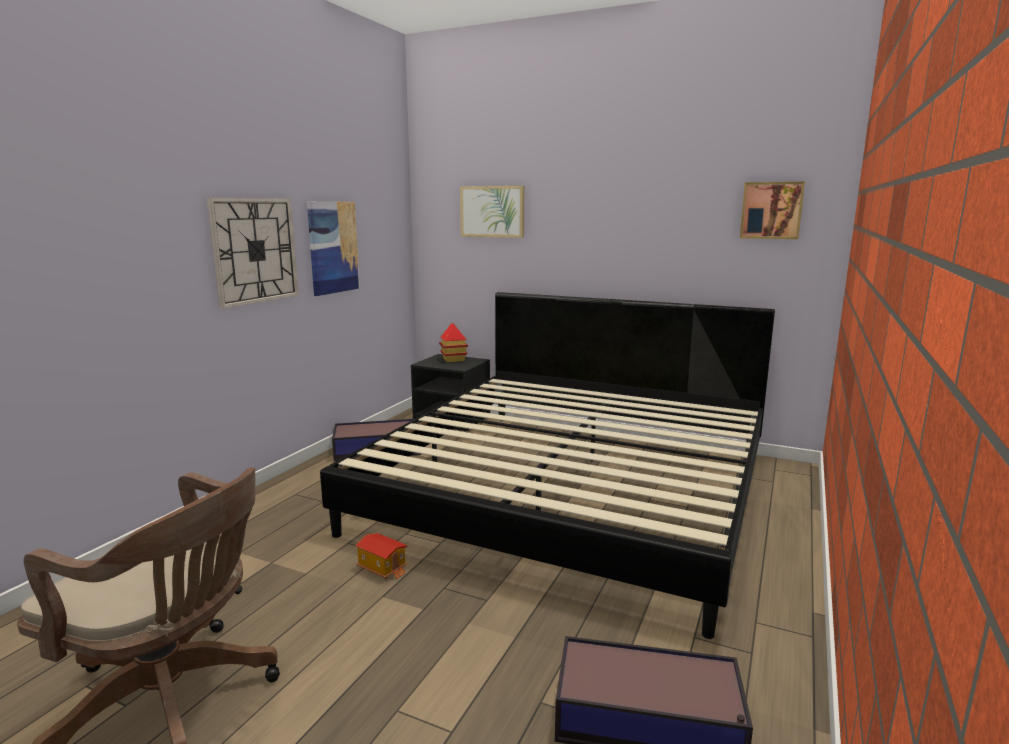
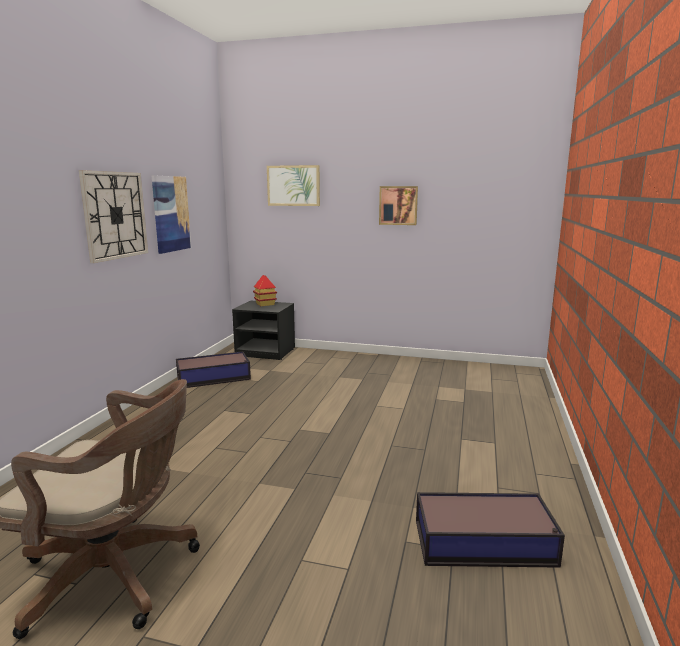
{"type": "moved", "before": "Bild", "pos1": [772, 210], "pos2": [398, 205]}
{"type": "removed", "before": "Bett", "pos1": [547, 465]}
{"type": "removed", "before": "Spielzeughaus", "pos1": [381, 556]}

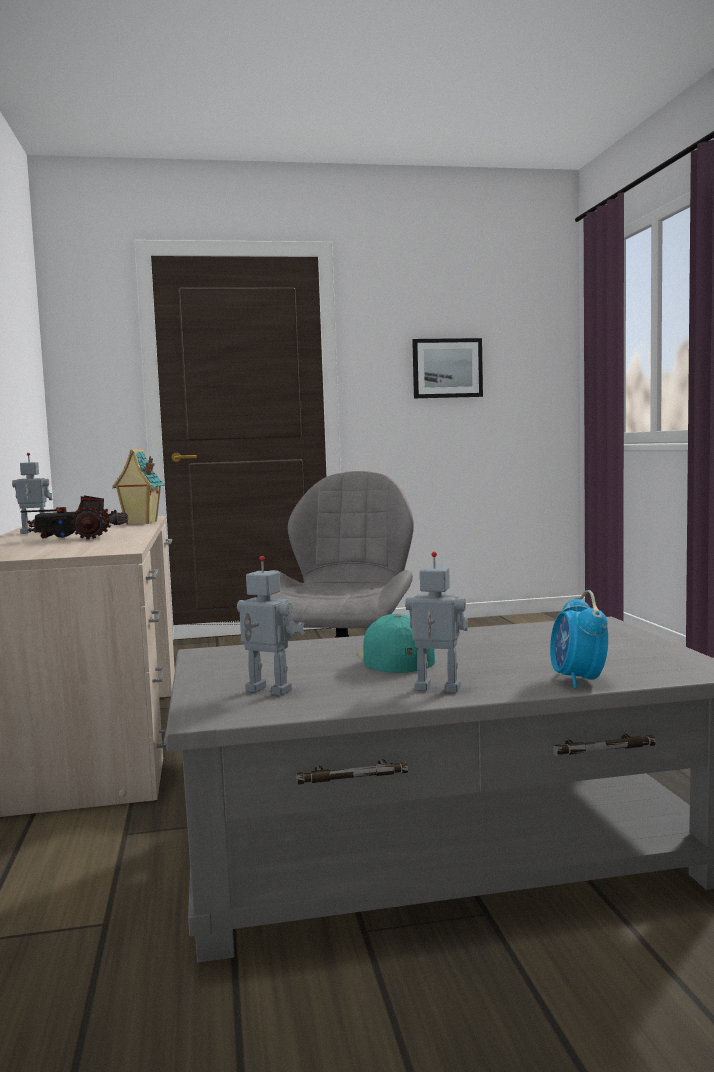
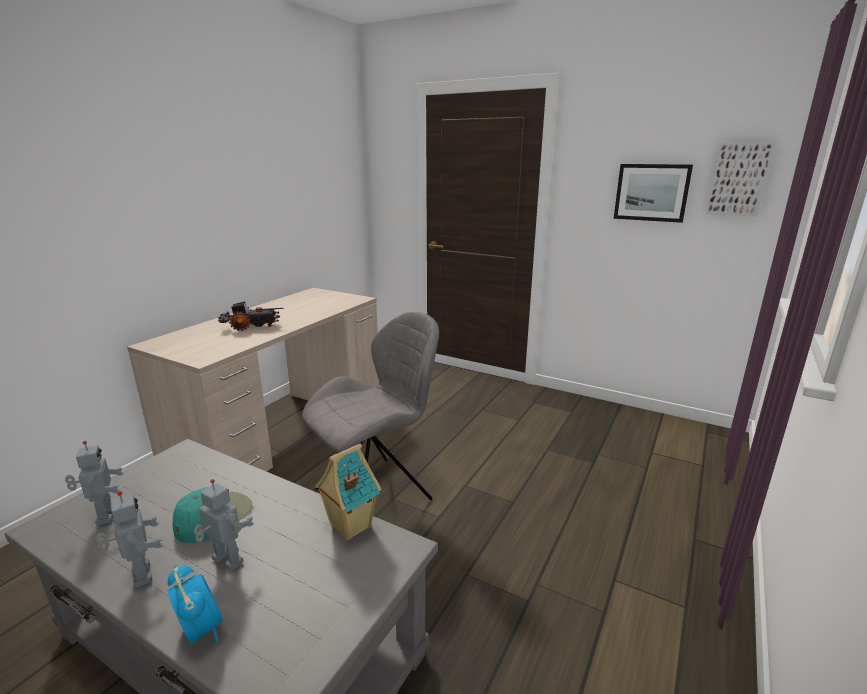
{"type": "turned", "before": "Wecker", "pos1": [579, 639], "pos2": [195, 604], "turn": 105}
{"type": "moved", "before": "Spielzeugroboter", "pos1": [32, 493], "pos2": [224, 525]}
{"type": "turned", "before": "Spielzeuglaster", "pos1": [74, 517], "pos2": [251, 316], "turn": 135}
{"type": "moved", "before": "Spielzeughaus", "pos1": [138, 487], "pos2": [348, 492]}
{"type": "added", "after": "Bild", "pos2": [741, 179]}

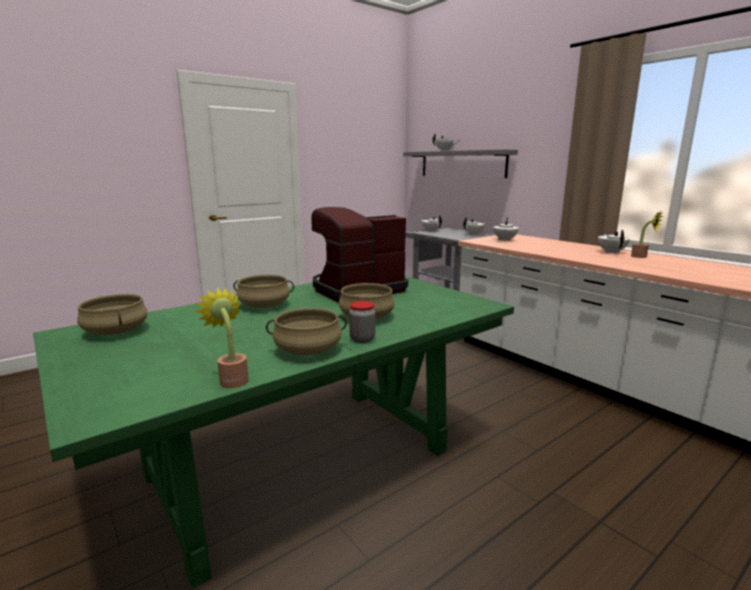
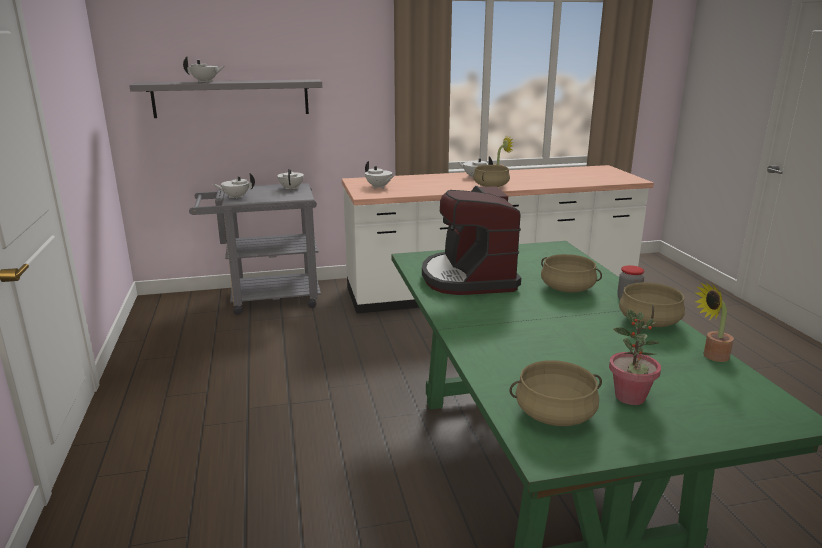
{"type": "moved", "before": "Kochtopf [beige]", "pos1": [263, 291], "pos2": [491, 176]}
{"type": "added", "after": "Topfpflanze", "pos2": [635, 357]}

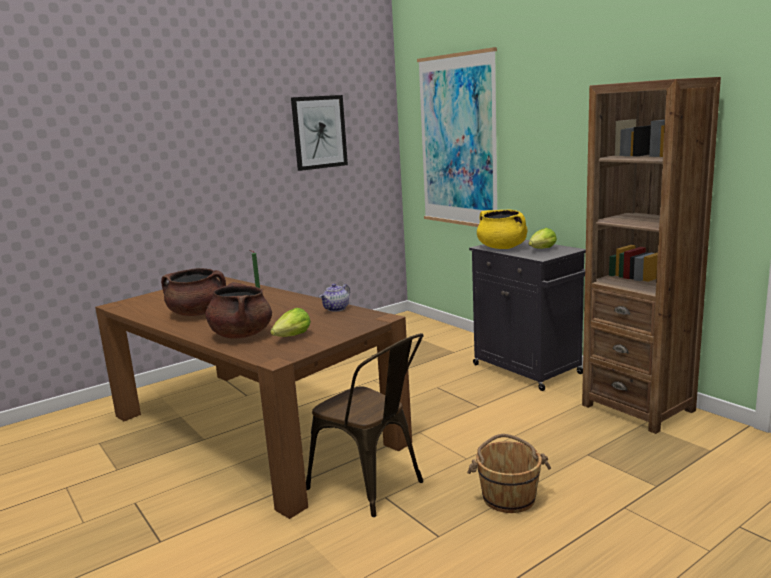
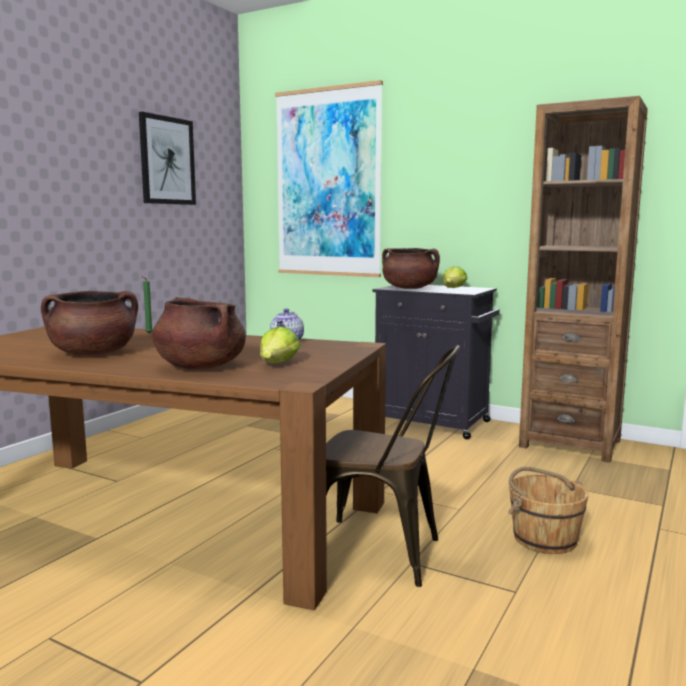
{"type": "recoloured", "before": "Kochtopf [gelb]", "after": "Kochtopf [braun]", "pos1": [502, 229], "pos2": [411, 268]}

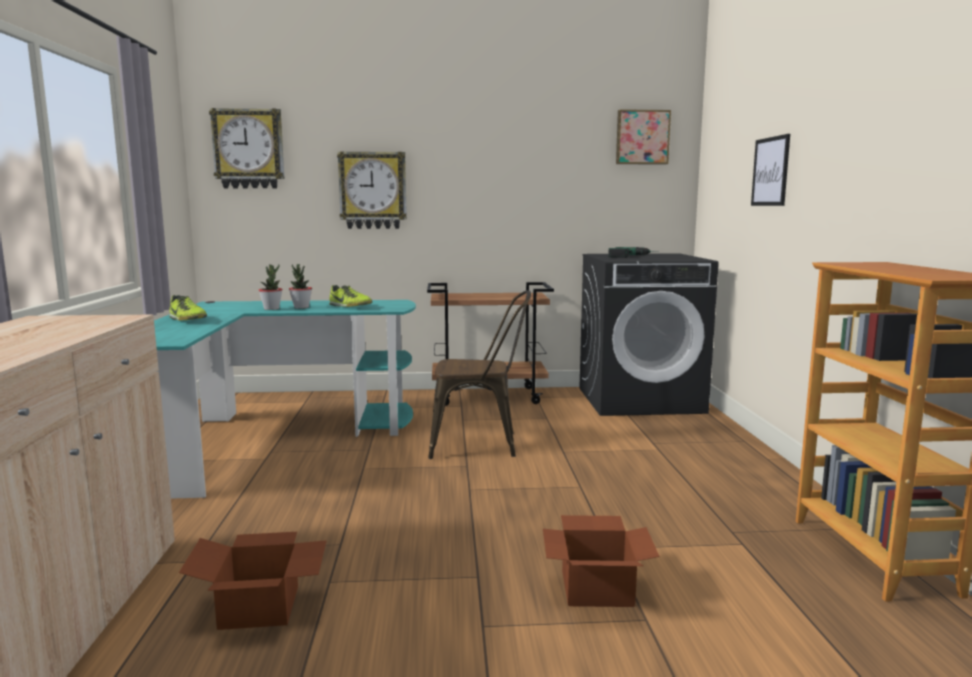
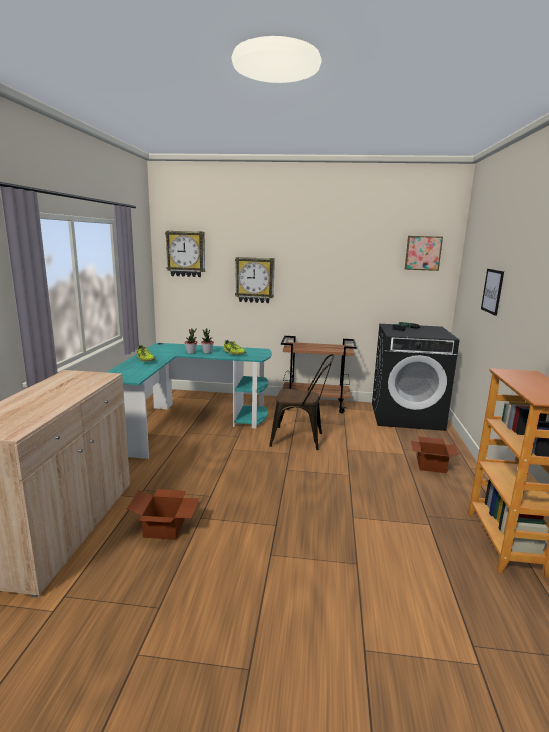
{"type": "moved", "before": "Karton", "pos1": [601, 561], "pos2": [435, 454]}

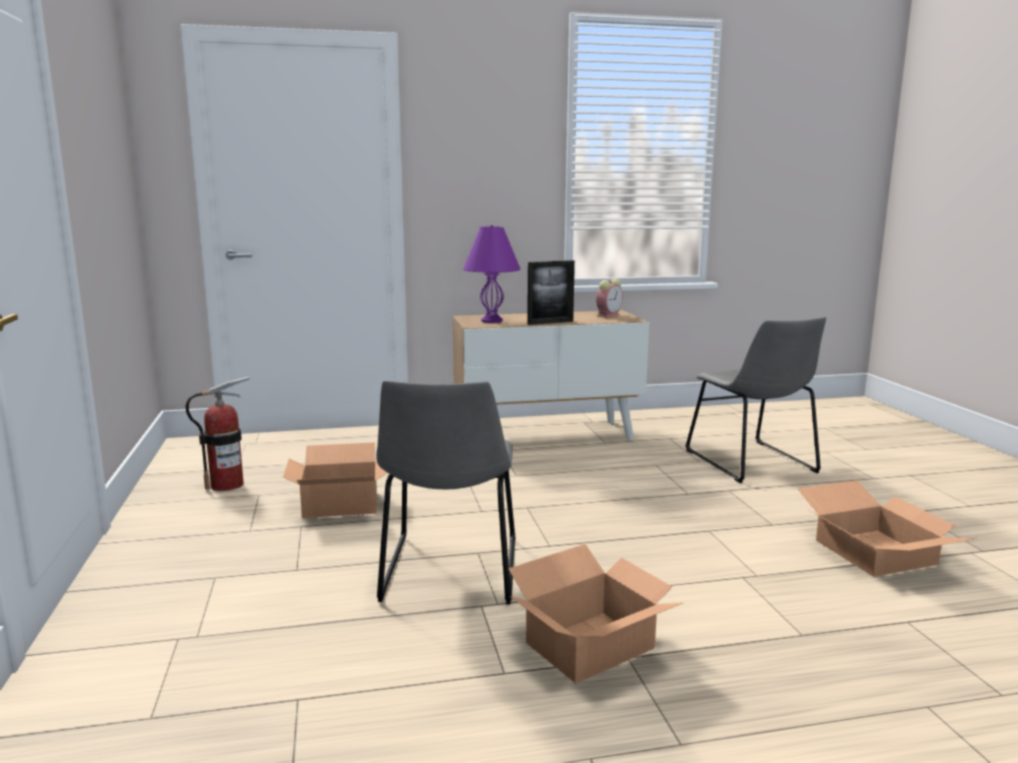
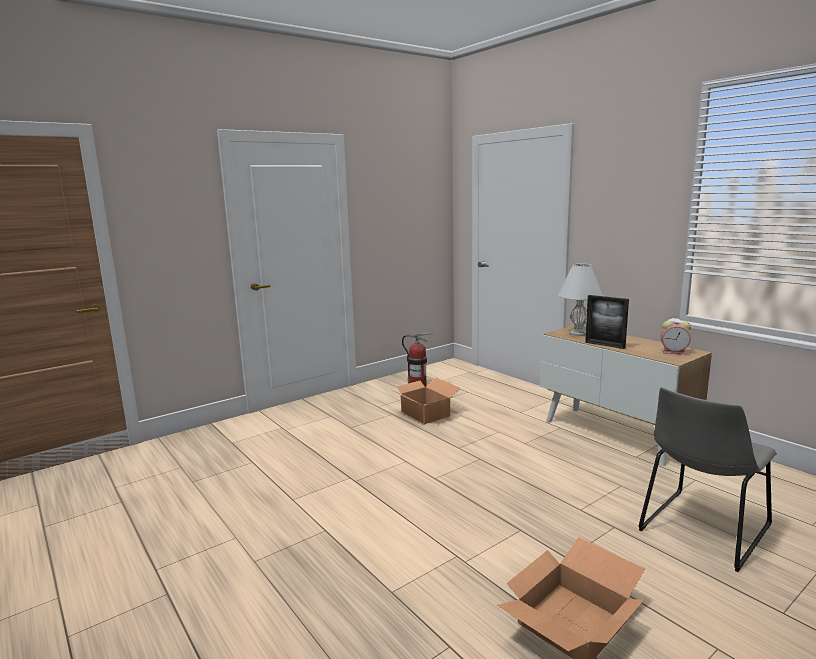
{"type": "recoloured", "before": "Tischlampe [lila]", "after": "Tischlampe [weiß]", "pos1": [492, 274], "pos2": [580, 299]}
{"type": "removed", "before": "Stuhl [grau]", "pos1": [445, 493]}
{"type": "removed", "before": "Karton", "pos1": [595, 613]}

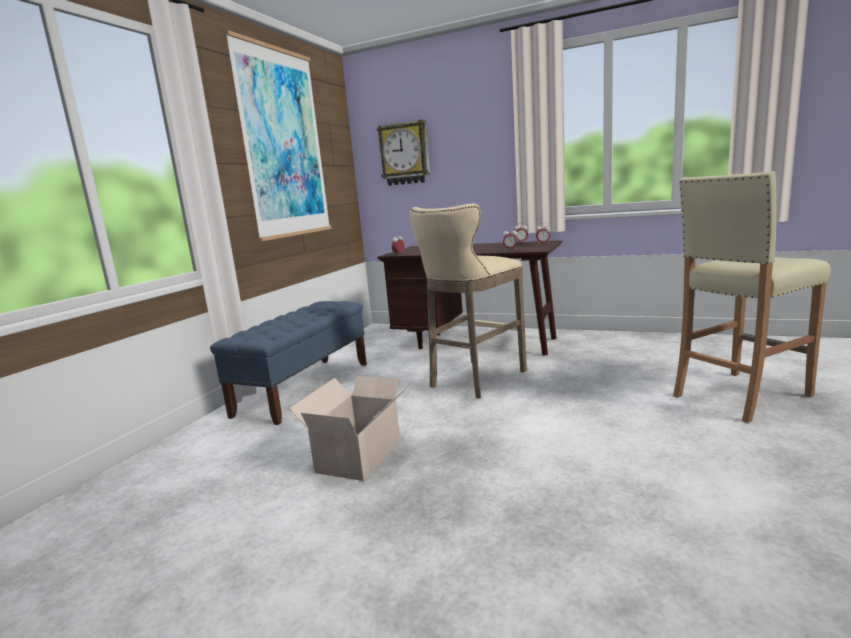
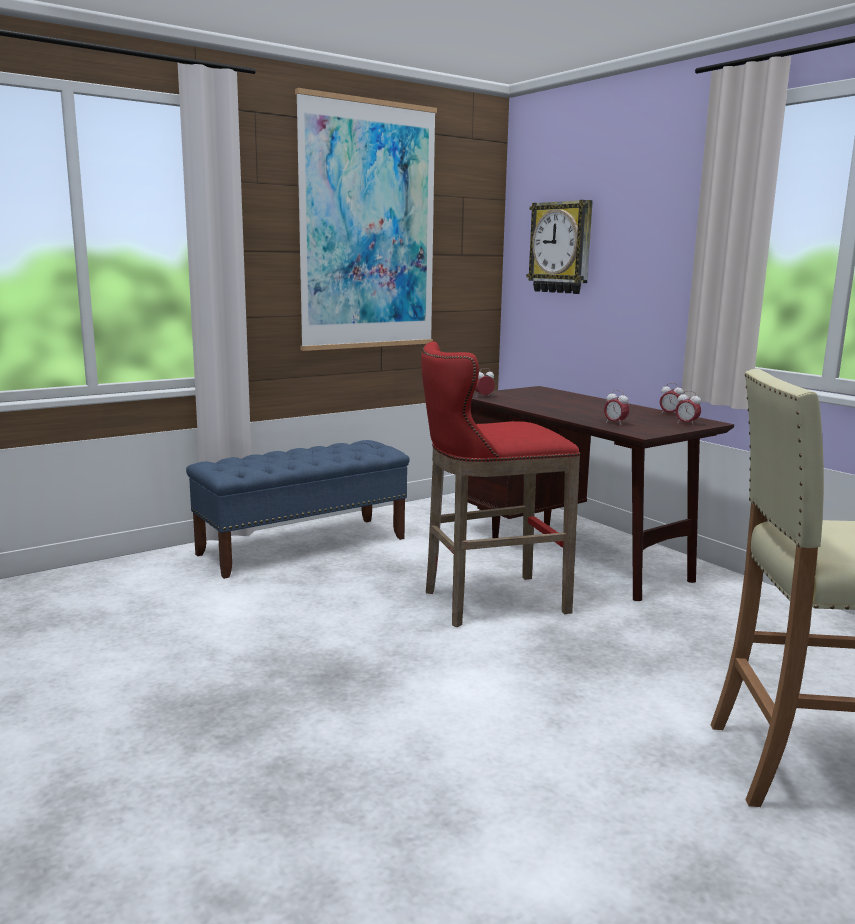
{"type": "recoloured", "before": "Hocker [beige]", "after": "Hocker [rot]", "pos1": [468, 301], "pos2": [500, 484]}
{"type": "removed", "before": "Karton", "pos1": [349, 428]}

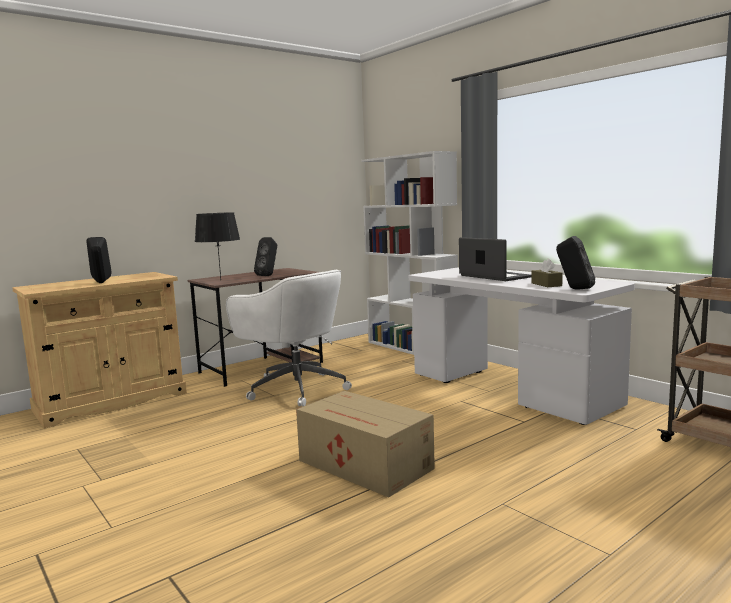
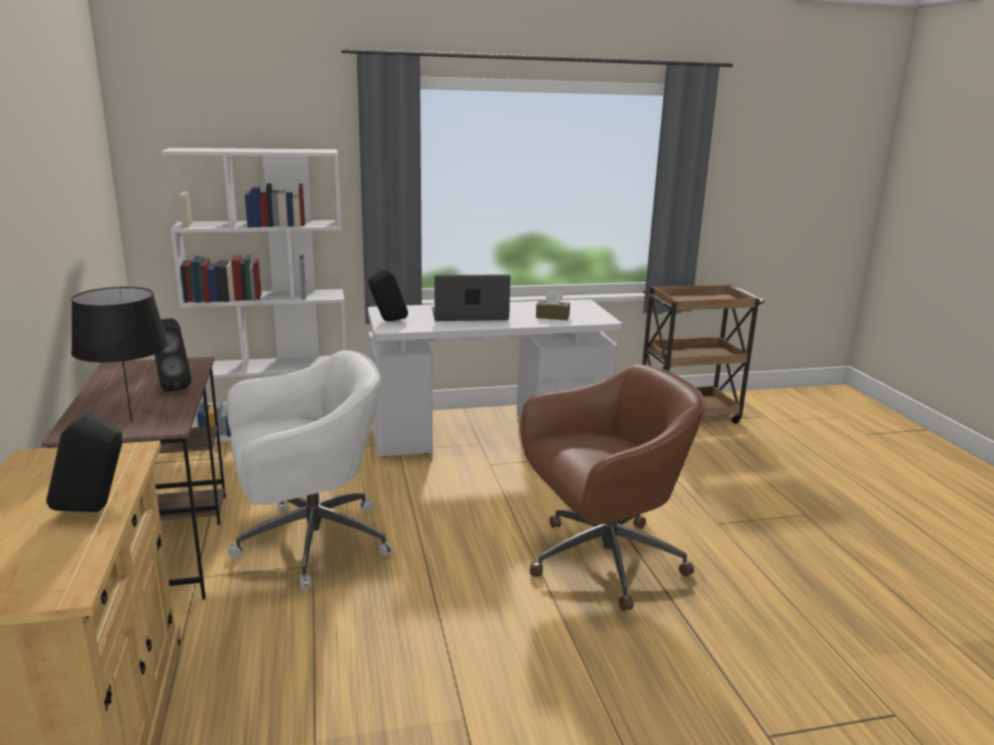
{"type": "moved", "before": "Lautsprecher [schwarz]", "pos1": [575, 263], "pos2": [388, 294]}
{"type": "replaced", "before": "Karton", "after": "Bürostuhl [braun]", "pos1": [365, 444], "pos2": [613, 488]}

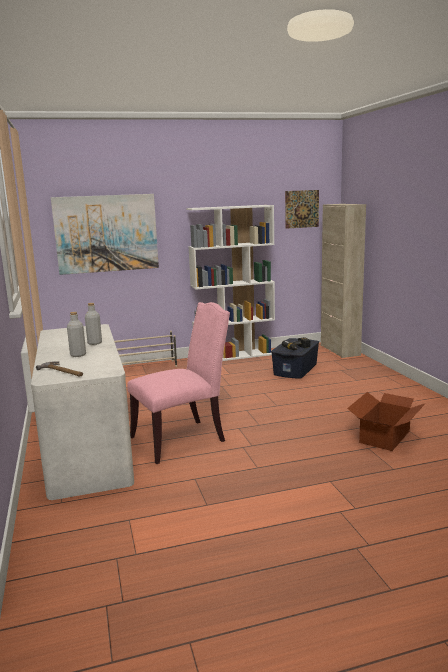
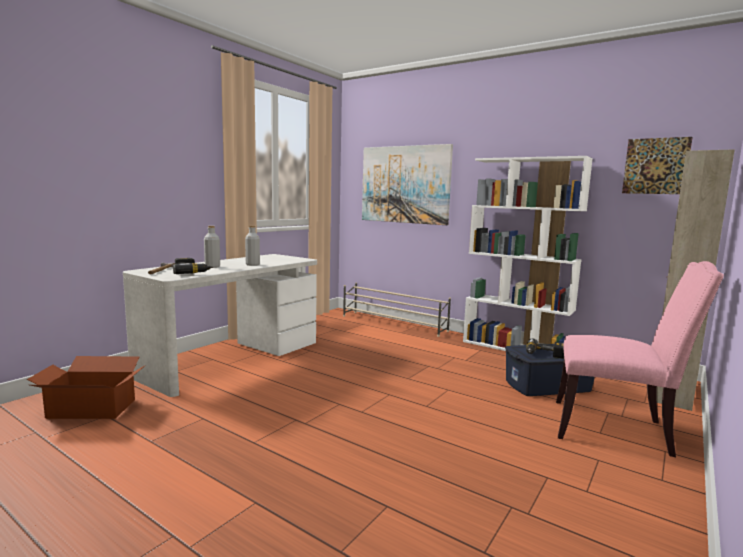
{"type": "moved", "before": "Karton", "pos1": [386, 421], "pos2": [86, 387]}
{"type": "added", "after": "Bohrmaschine", "pos2": [193, 266]}
{"type": "moved", "before": "Stuhl [rosa]", "pos1": [178, 383], "pos2": [640, 359]}

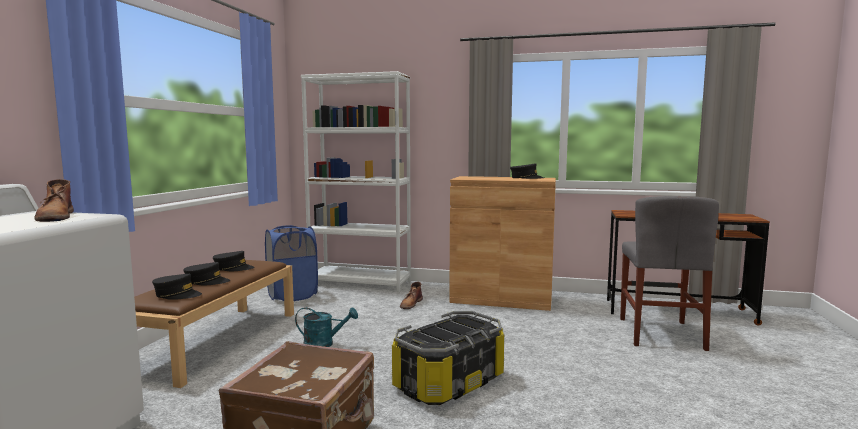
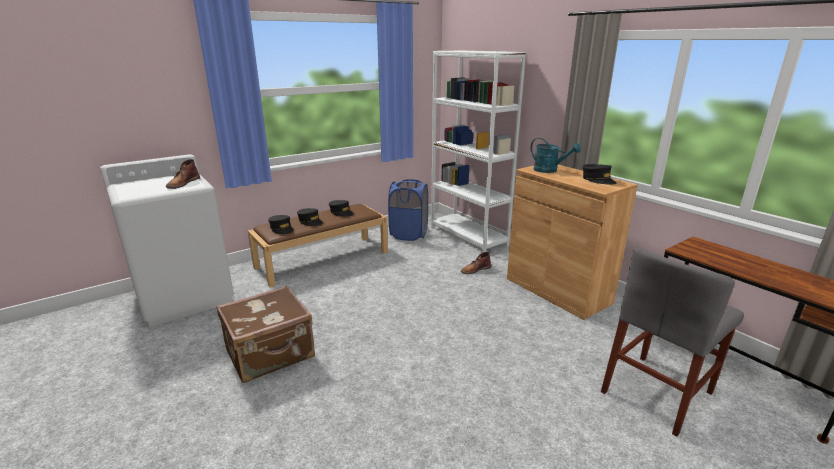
{"type": "moved", "before": "Gießkanne [türkis]", "pos1": [326, 327], "pos2": [555, 155]}
{"type": "removed", "before": "Aufbewahrungsbox", "pos1": [448, 358]}

